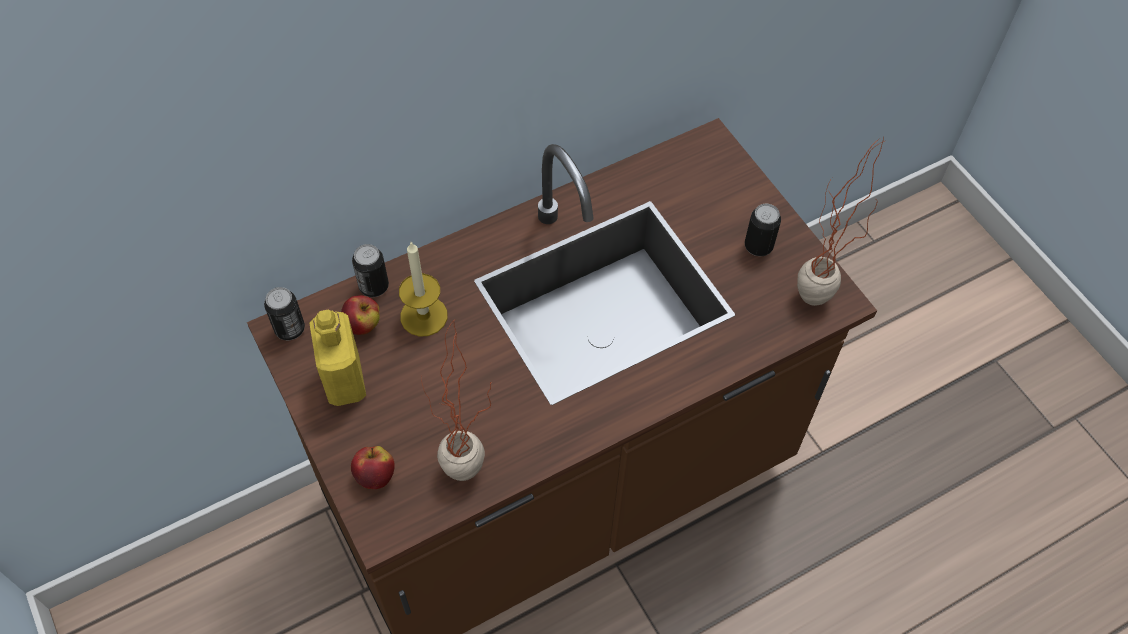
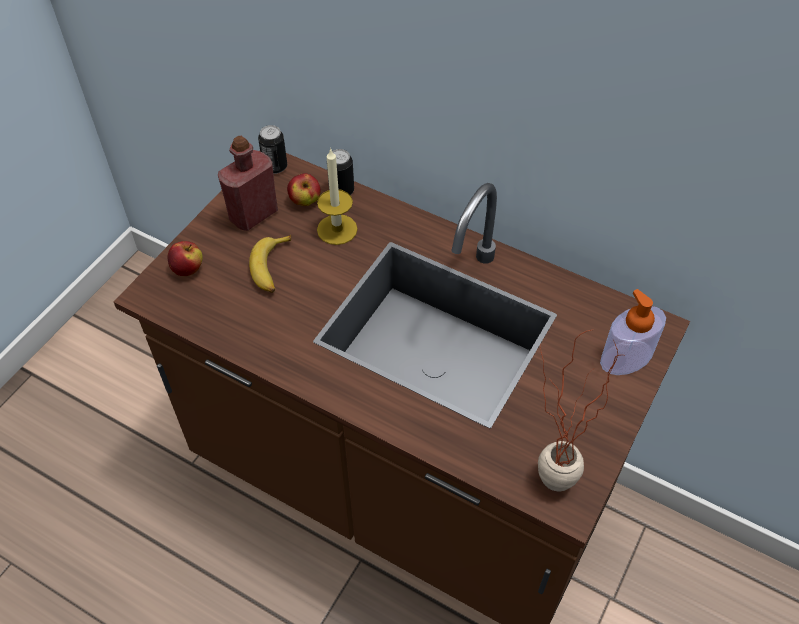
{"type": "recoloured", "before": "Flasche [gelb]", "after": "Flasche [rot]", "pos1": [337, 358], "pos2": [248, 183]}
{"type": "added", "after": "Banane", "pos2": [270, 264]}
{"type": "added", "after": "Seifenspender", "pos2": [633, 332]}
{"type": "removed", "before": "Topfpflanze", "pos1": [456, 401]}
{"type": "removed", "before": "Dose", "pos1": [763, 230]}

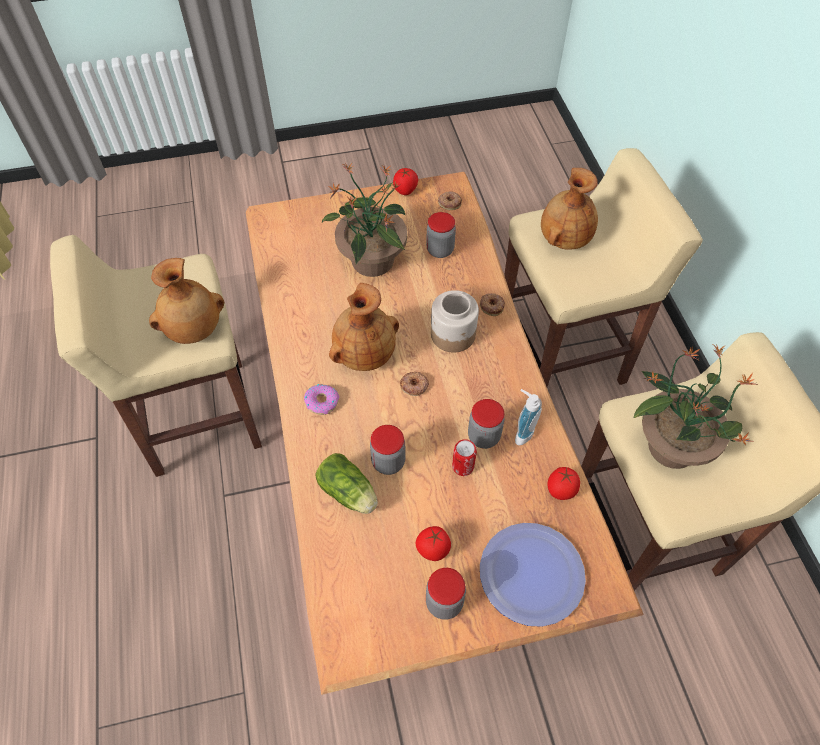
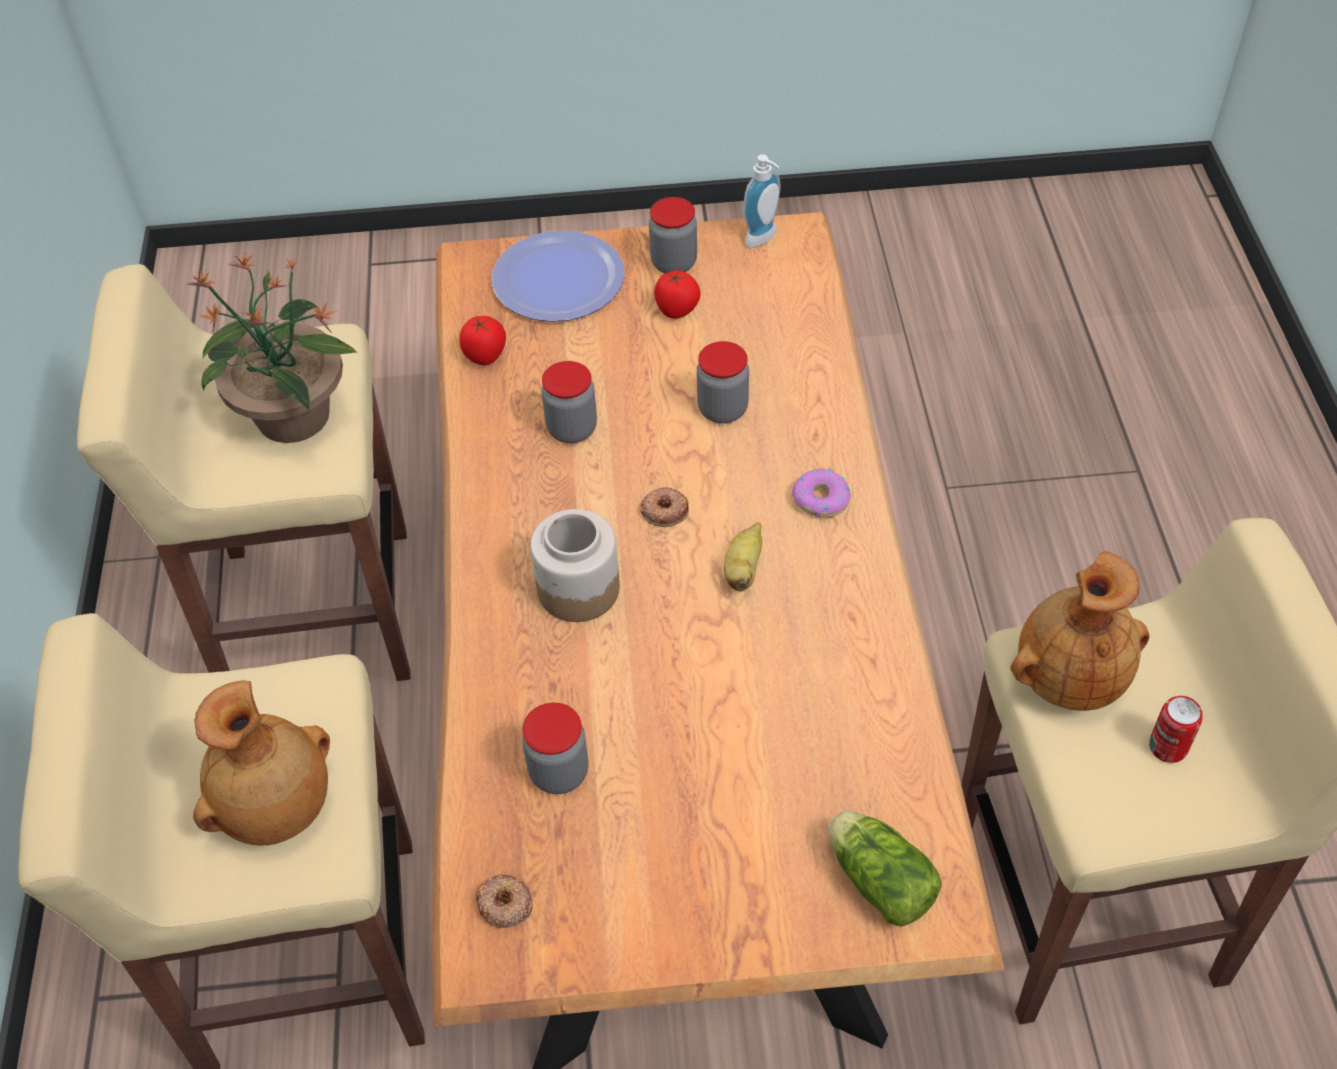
{"type": "replaced", "before": "Vase [braun]", "after": "Banane", "pos1": [364, 327], "pos2": [743, 556]}
{"type": "moved", "before": "Seifenspender", "pos1": [528, 417], "pos2": [761, 201]}
{"type": "moved", "before": "Salatkopf", "pos1": [346, 483], "pos2": [885, 869]}
{"type": "moved", "before": "Dose", "pos1": [464, 457], "pos2": [1176, 729]}
{"type": "removed", "before": "Topfpflanze", "pos1": [364, 219]}
{"type": "removed", "before": "Tomate", "pos1": [405, 181]}
{"type": "removed", "before": "Donut", "pos1": [492, 304]}

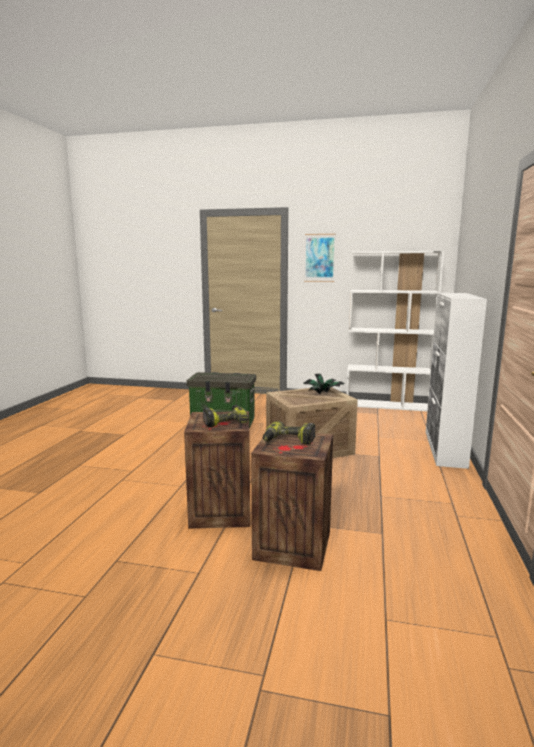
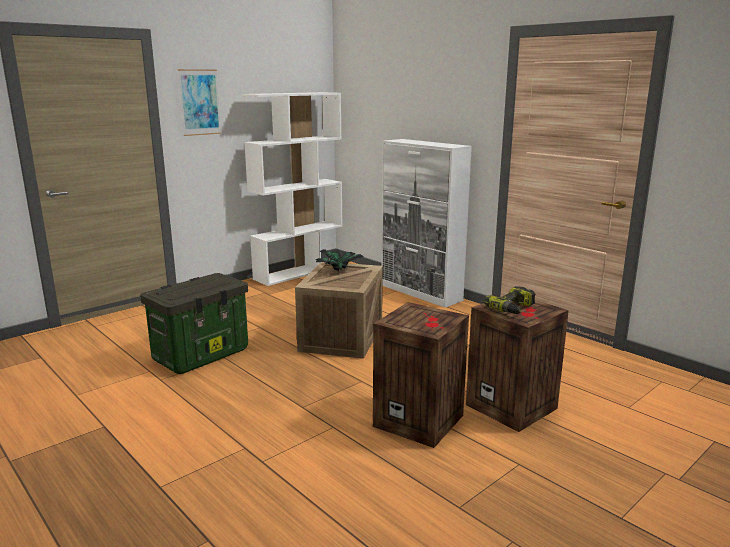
{"type": "removed", "before": "Bohrmaschine", "pos1": [226, 416]}

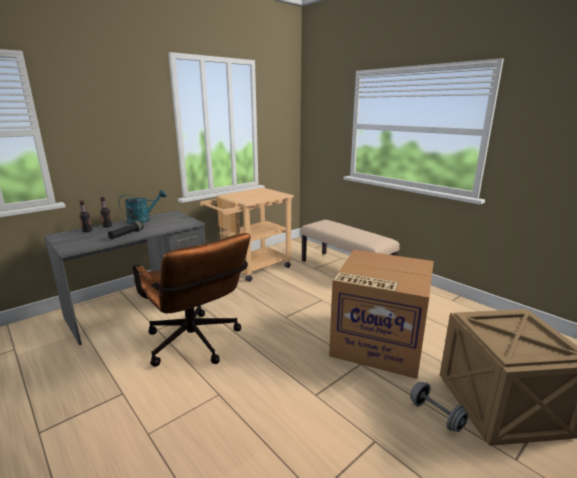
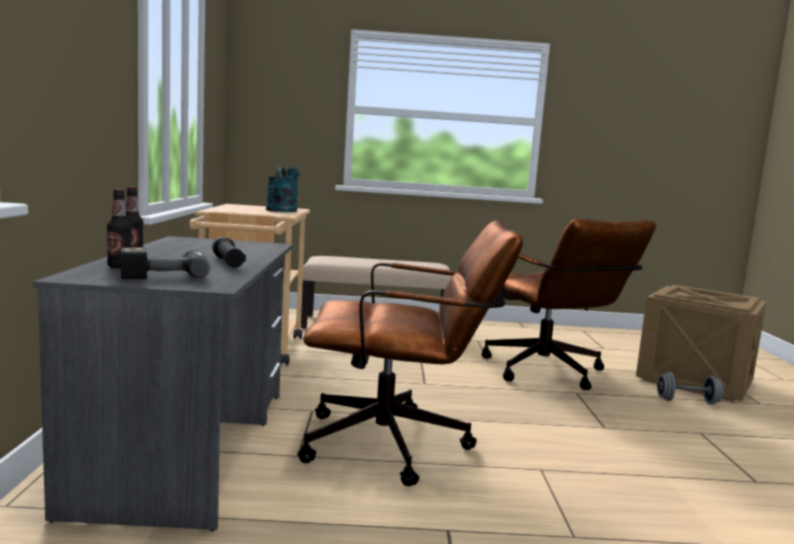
{"type": "added", "after": "Bohrmaschine", "pos2": [166, 263]}
{"type": "moved", "before": "Gießkanne [türkis]", "pos1": [142, 207], "pos2": [282, 189]}
{"type": "replaced", "before": "Karton", "after": "Bürostuhl [braun]", "pos1": [381, 314], "pos2": [569, 304]}

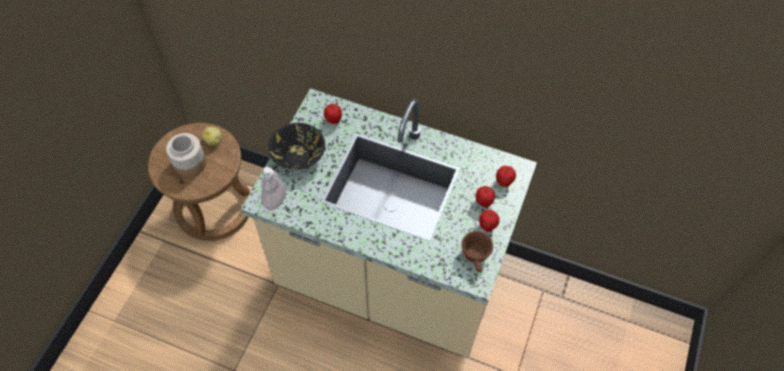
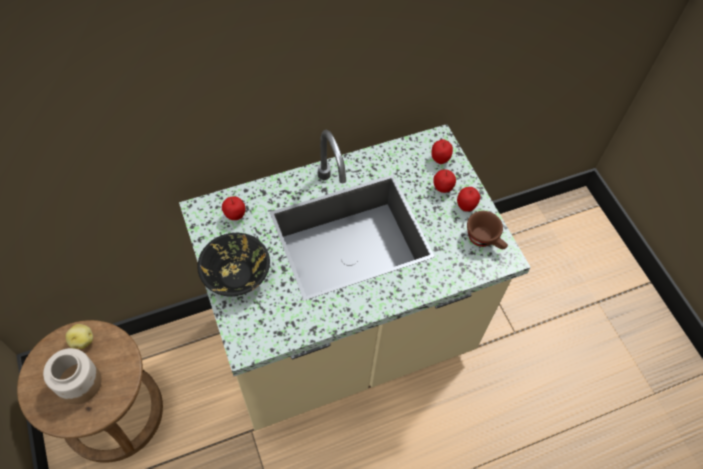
{"type": "removed", "before": "Seifenspender", "pos1": [273, 188]}

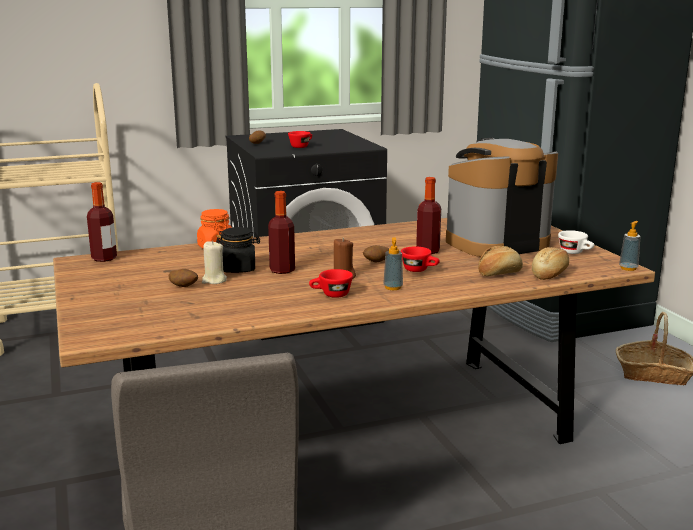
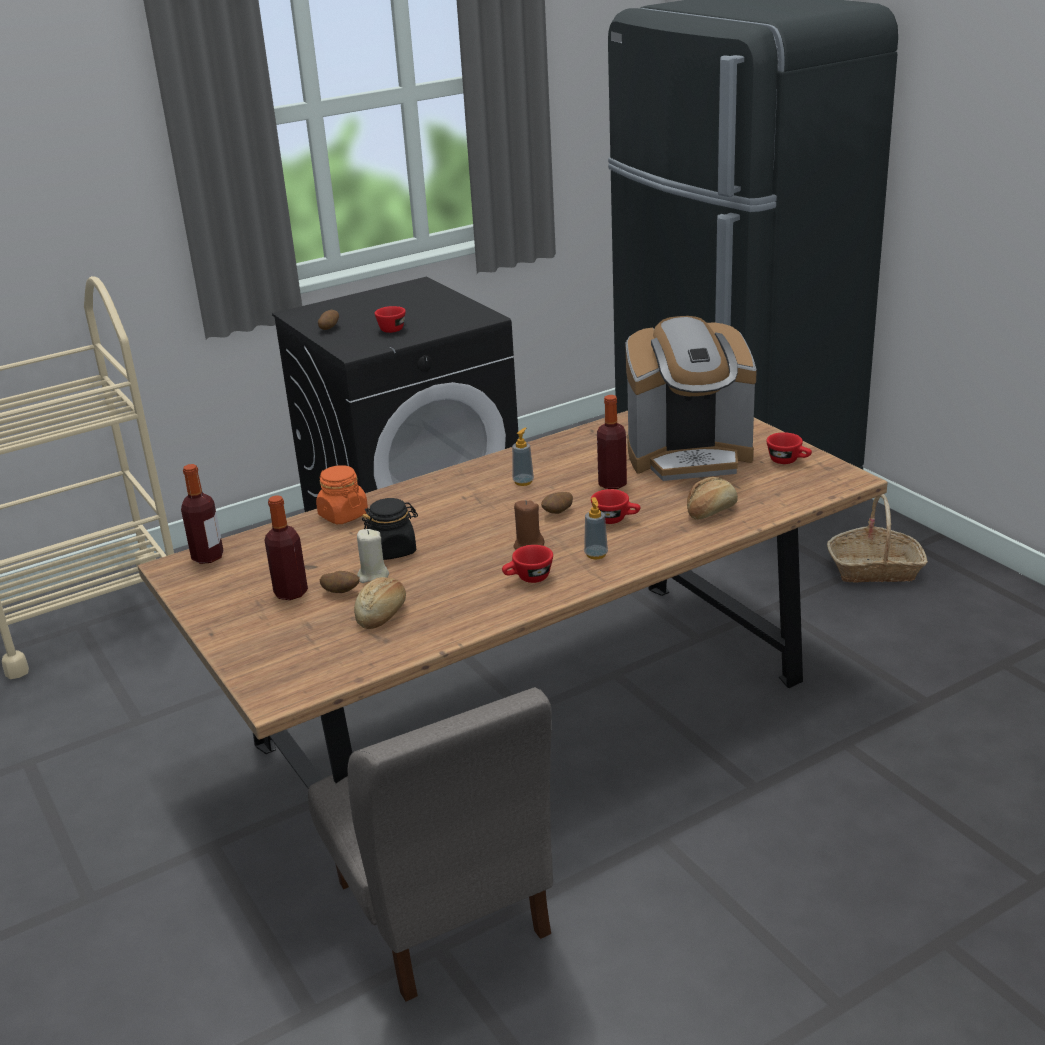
{"type": "moved", "before": "Flasche", "pos1": [281, 232], "pos2": [286, 547]}
{"type": "moved", "before": "Brot", "pos1": [550, 263], "pos2": [380, 603]}
{"type": "moved", "before": "Seifenspender", "pos1": [630, 246], "pos2": [523, 457]}
{"type": "turned", "before": "Kaffeemaschine", "pos1": [502, 197], "pos2": [691, 398], "turn": -150}
{"type": "recoloured", "before": "Tasse [weiß]", "after": "Tasse [rot]", "pos1": [576, 242], "pos2": [789, 448]}

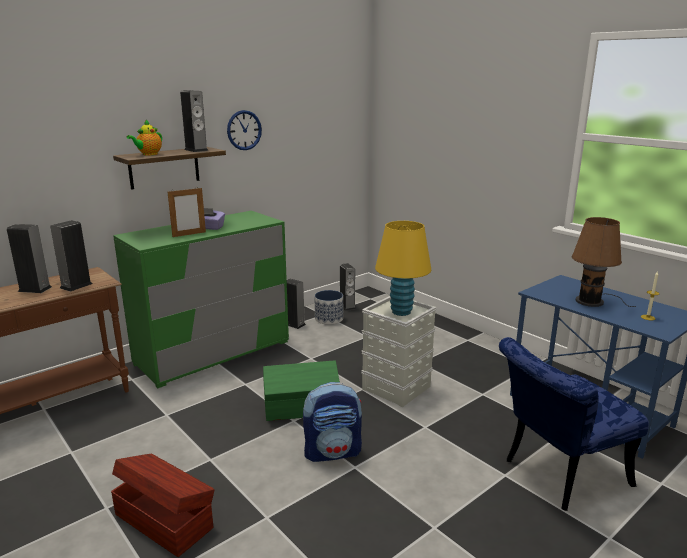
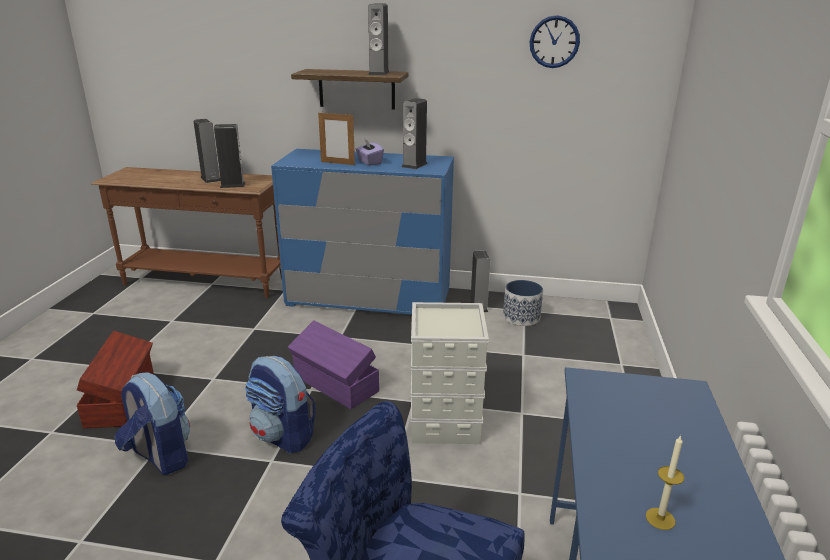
{"type": "added", "after": "Rucksack", "pos2": [153, 423]}
{"type": "recoloured", "before": "Kommode [grün]", "after": "Kommode [blau]", "pos1": [201, 299], "pos2": [362, 232]}
{"type": "recoloured", "before": "Aufbewahrungsbox [grün]", "after": "Aufbewahrungsbox [lila]", "pos1": [301, 390], "pos2": [333, 364]}
{"type": "moved", "before": "Lautsprecher", "pos1": [348, 287], "pos2": [415, 133]}
{"type": "moved", "before": "Wanduhr", "pos1": [244, 130], "pos2": [555, 41]}
{"type": "removed", "before": "Teekanne", "pos1": [144, 137]}
{"type": "removed", "before": "Tischlampe [gelb]", "pos1": [403, 268]}
{"type": "removed", "before": "Tischlampe [braun]", "pos1": [604, 262]}

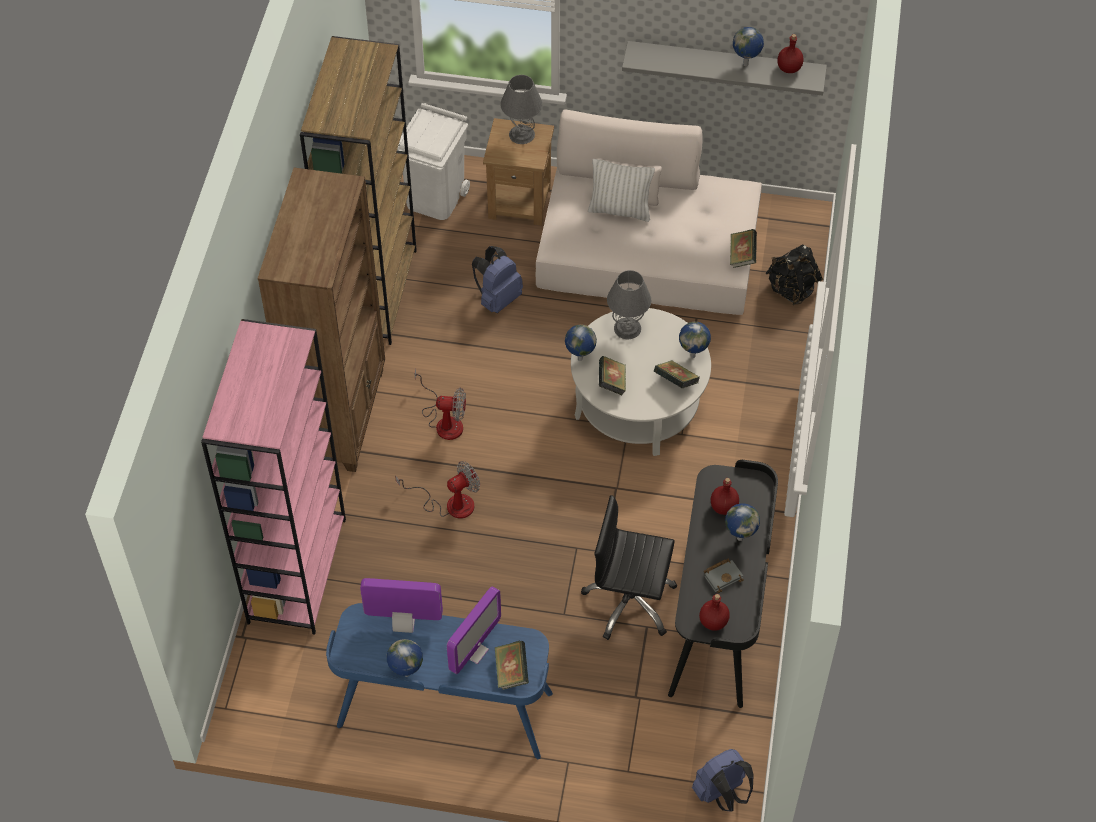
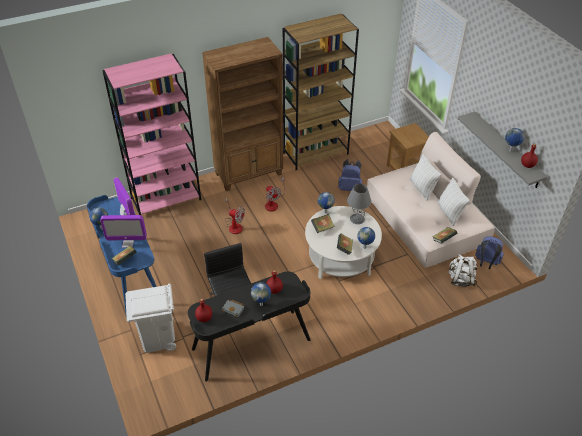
{"type": "moved", "before": "Mülleimer [weiß]", "pos1": [433, 161], "pos2": [150, 318]}
{"type": "added", "after": "Kissen [weiß]", "pos2": [453, 202]}
{"type": "recoloured", "before": "Rucksack [schwarz]", "after": "Rucksack [weiß]", "pos1": [794, 275], "pos2": [463, 270]}
{"type": "moved", "before": "Rucksack [blau]", "pos1": [723, 780], "pos2": [489, 252]}
{"type": "removed", "before": "Tischlampe [grau]", "pos1": [521, 109]}

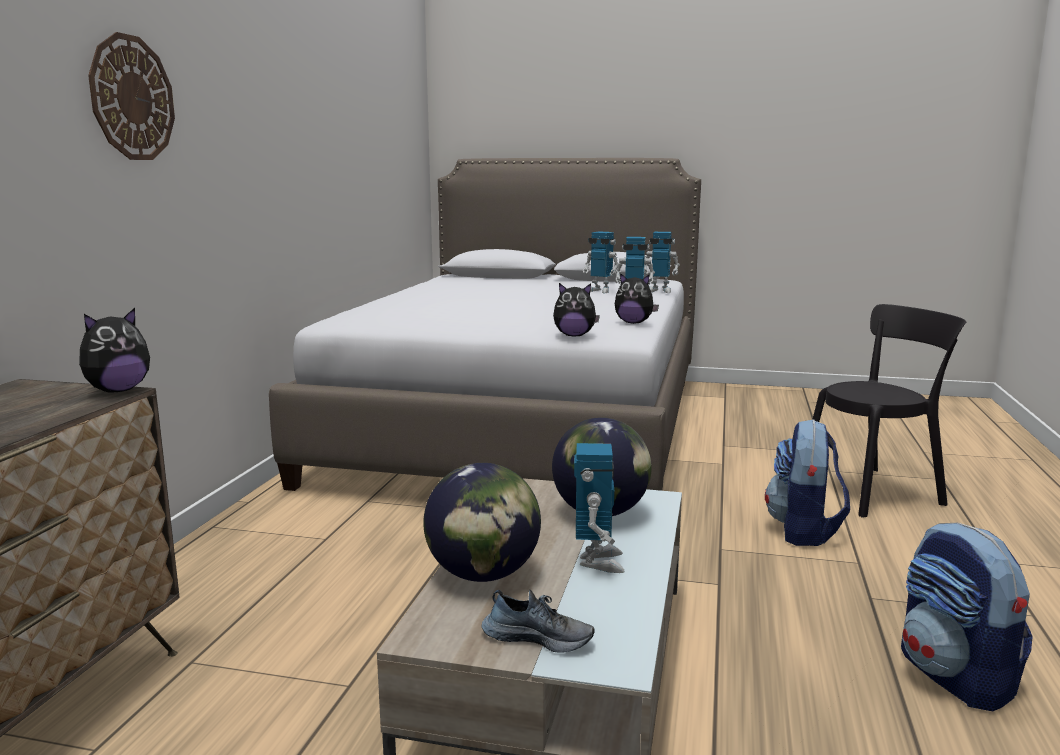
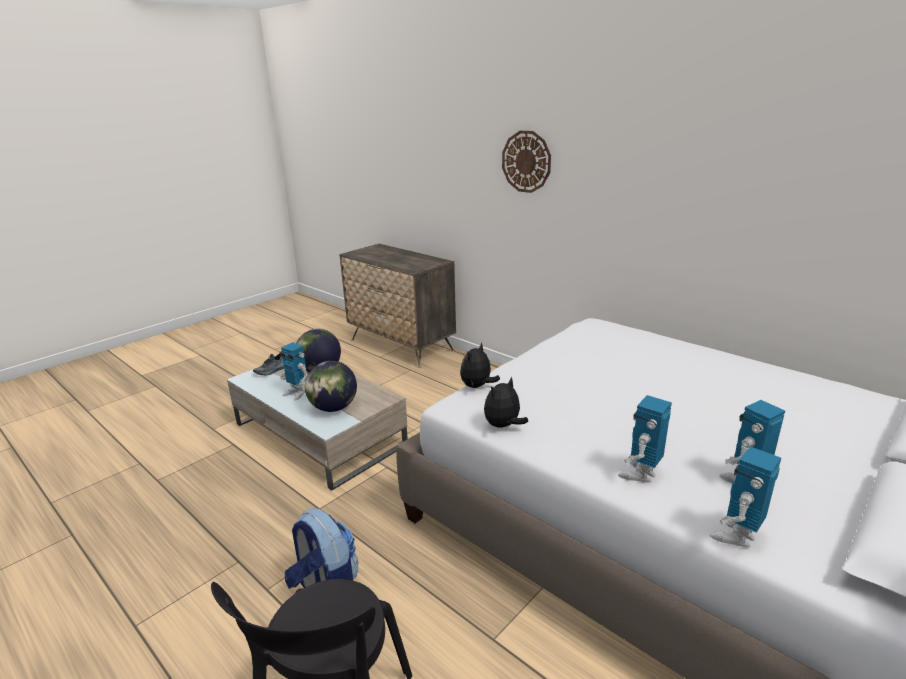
{"type": "removed", "before": "Plüschtier", "pos1": [114, 350]}
{"type": "removed", "before": "Rucksack", "pos1": [967, 617]}

